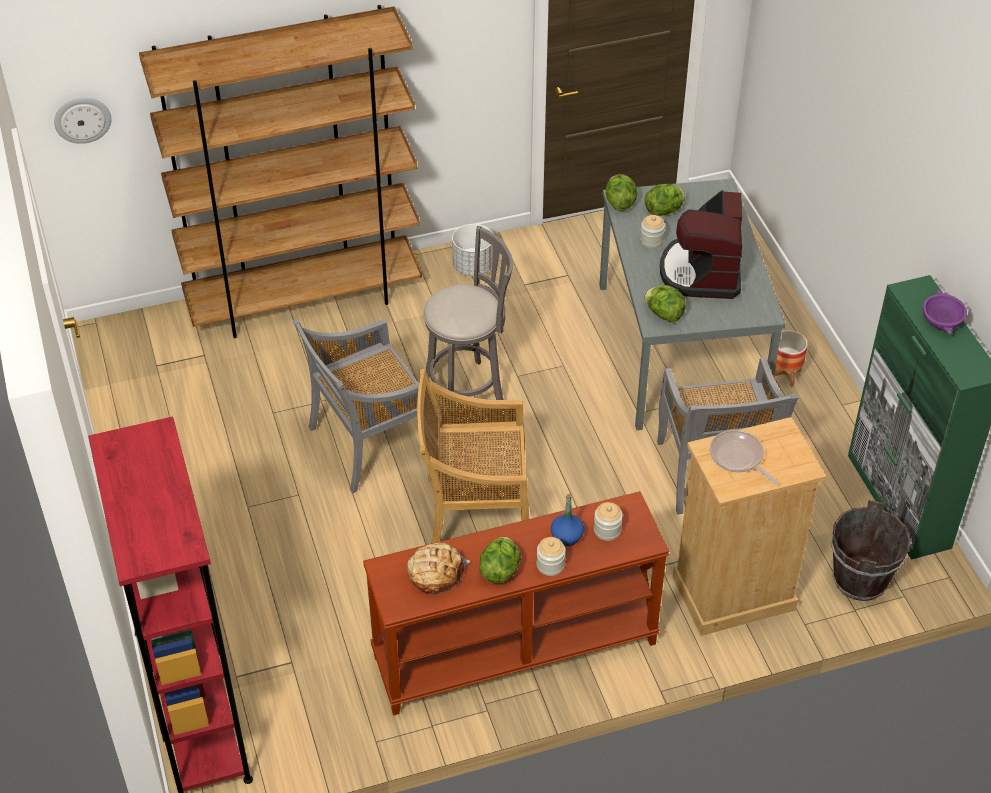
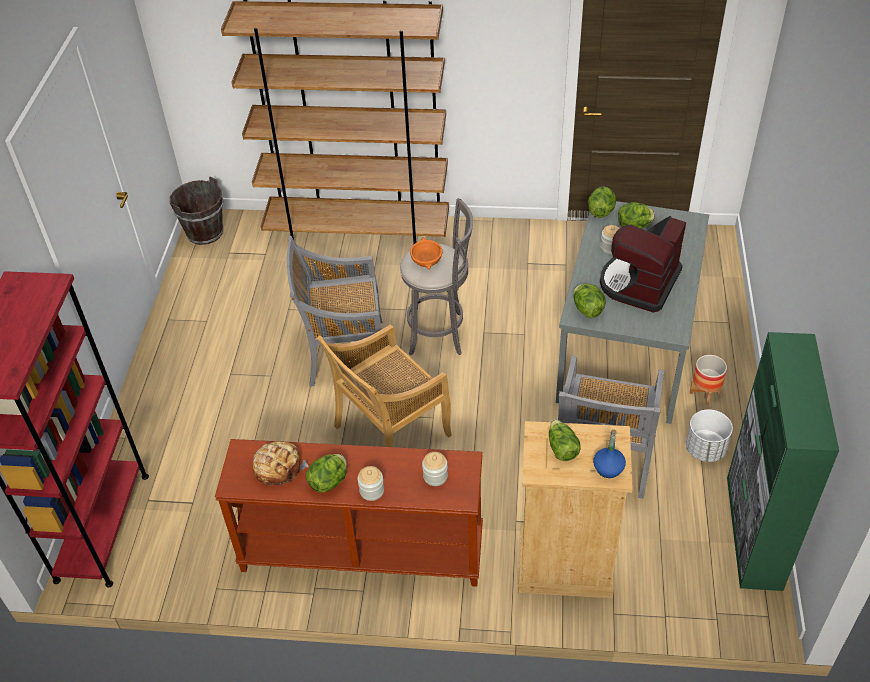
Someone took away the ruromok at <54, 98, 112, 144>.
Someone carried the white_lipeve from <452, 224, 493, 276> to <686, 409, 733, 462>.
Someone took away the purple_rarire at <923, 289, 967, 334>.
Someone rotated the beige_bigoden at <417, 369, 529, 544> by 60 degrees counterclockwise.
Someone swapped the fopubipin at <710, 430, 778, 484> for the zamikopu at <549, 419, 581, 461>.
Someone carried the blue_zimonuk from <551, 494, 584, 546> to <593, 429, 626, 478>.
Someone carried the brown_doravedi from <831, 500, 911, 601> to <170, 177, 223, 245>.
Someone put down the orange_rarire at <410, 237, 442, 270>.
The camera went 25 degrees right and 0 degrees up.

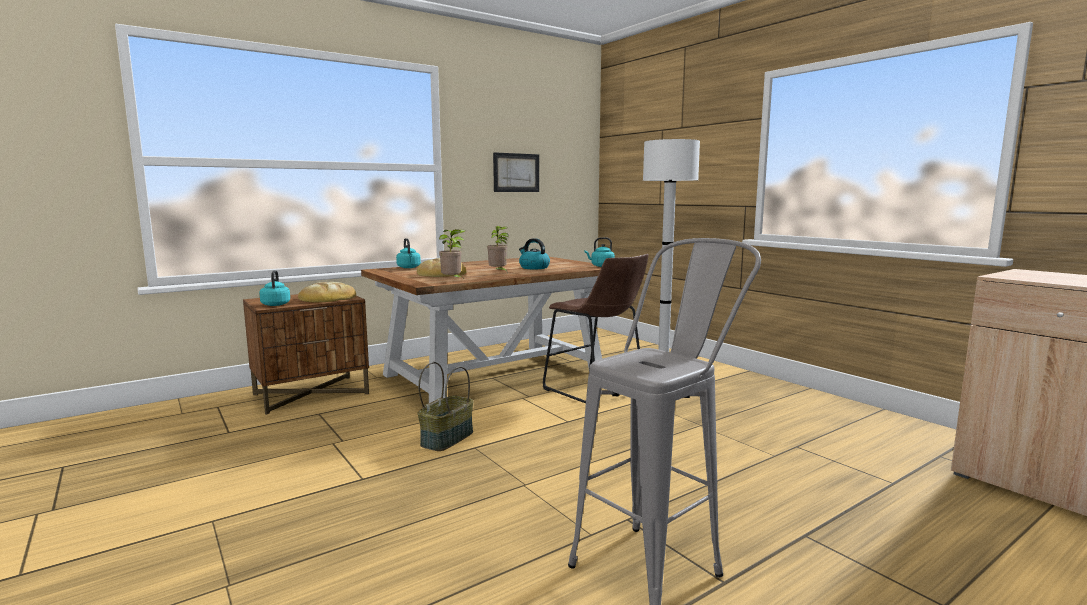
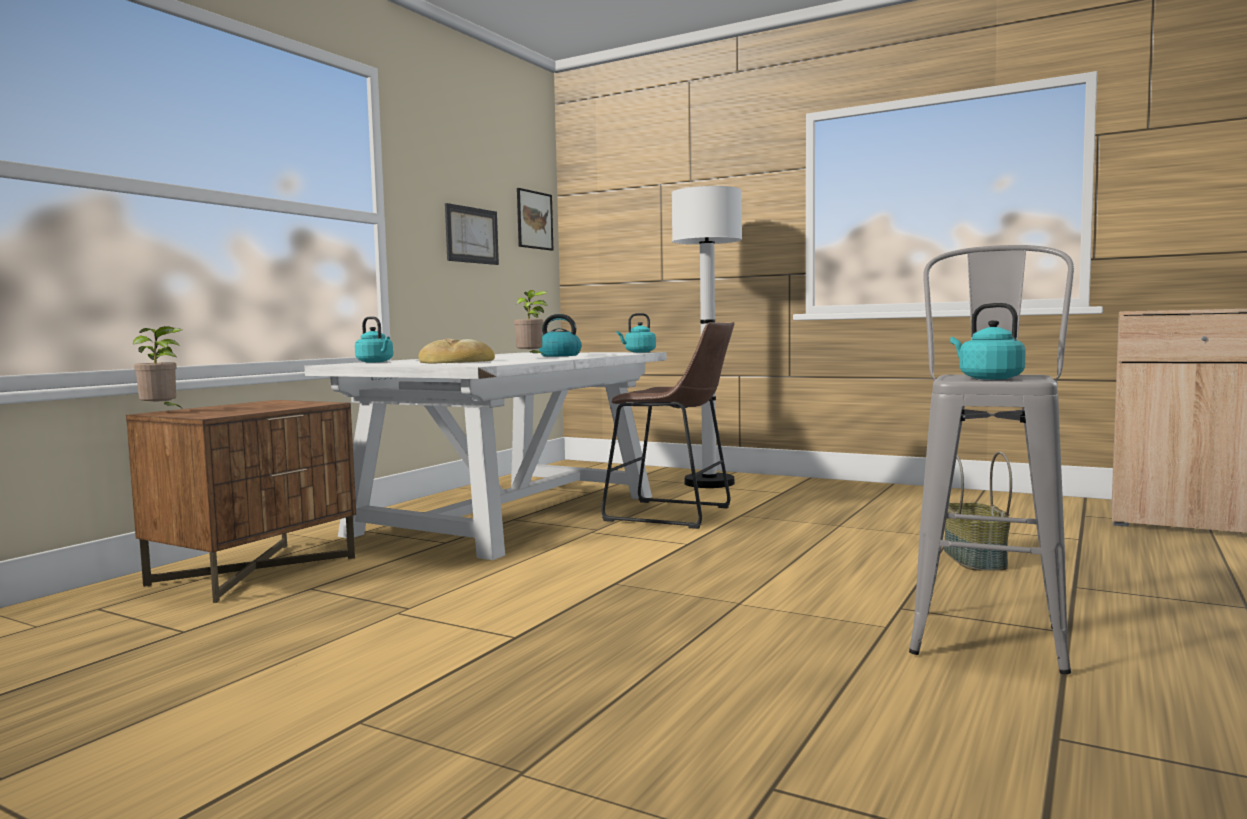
Someone carried the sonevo from <439, 229, 466, 278> to <133, 326, 185, 411>.
Someone repainted the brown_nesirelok at <361, 257, 602, 403>, which became the white_nesirelok at <304, 352, 667, 560>.
Someone carried the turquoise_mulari from <259, 270, 290, 306> to <950, 303, 1026, 380>.
Someone took away the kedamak at <298, 282, 356, 302>.
Someone carried the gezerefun from <418, 362, 473, 451> to <944, 452, 1012, 570>.
Someone put up the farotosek at <517, 188, 553, 251>.
The camera went 25 degrees left and 5 degrees down.

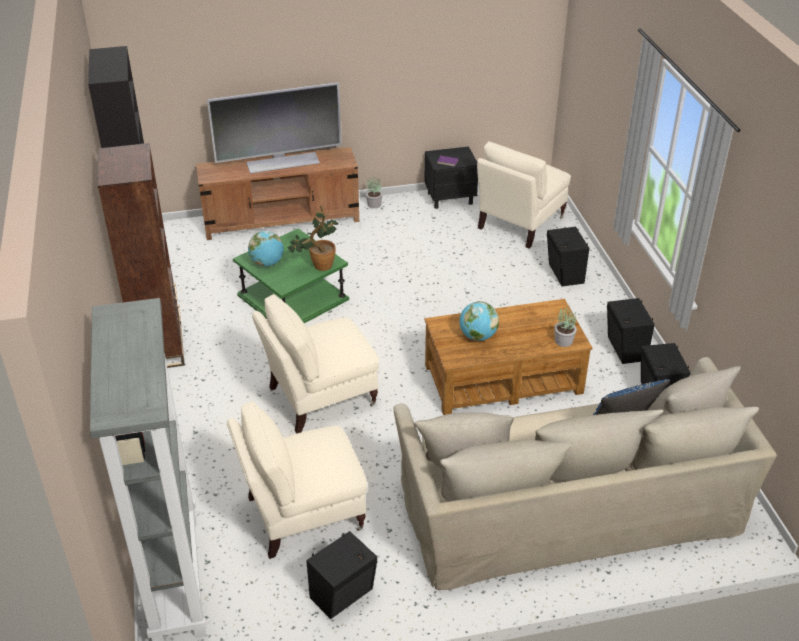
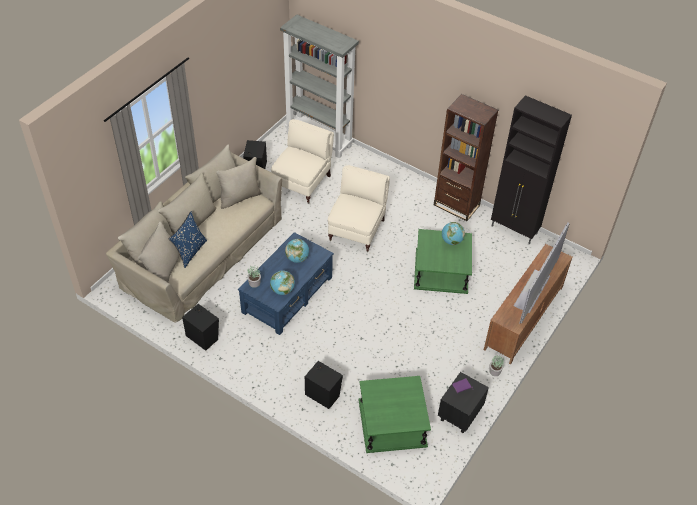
Someone swapped the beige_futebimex at <477, 141, 571, 249> for the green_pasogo at <358, 376, 431, 453>.
Someone took away the sonevo at <288, 205, 339, 271>.
Someone took away the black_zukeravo at <607, 298, 655, 364>.
Someone repainted the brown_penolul at <424, 299, 592, 415>, which became the blue_penolul at <238, 232, 334, 335>.
Someone put down the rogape at <270, 271, 295, 295>.
The camera went 135 degrees right and 10 degrees up.

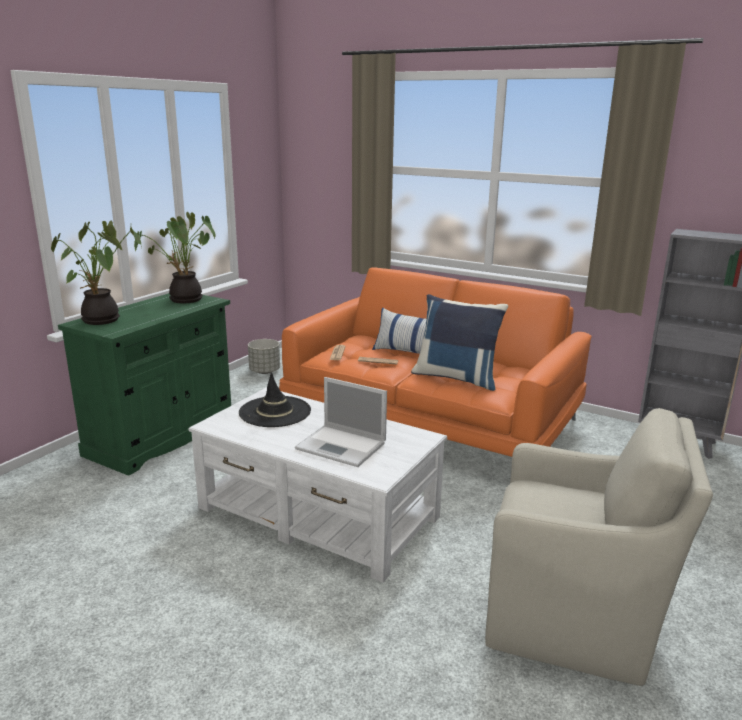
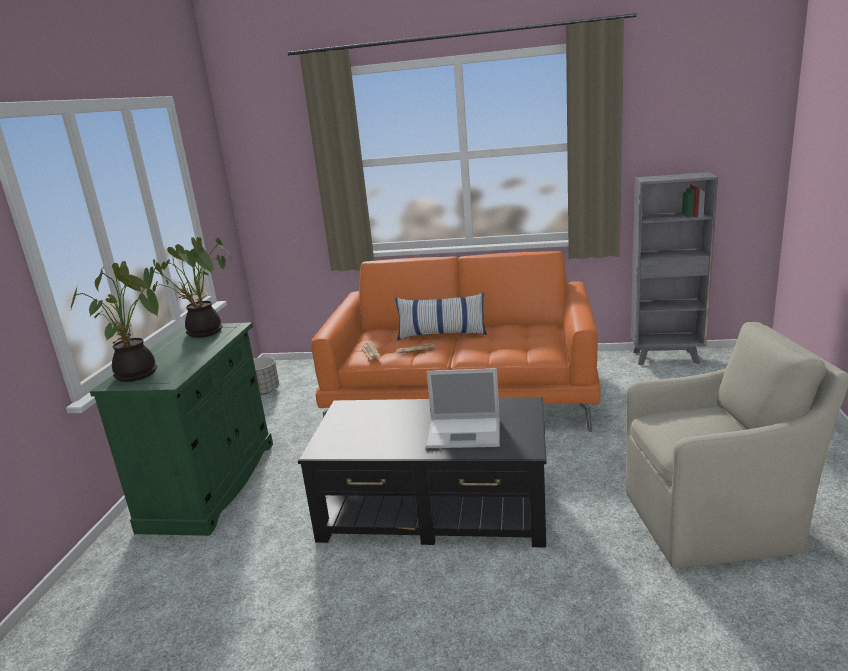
Someone took away the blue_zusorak at <411, 294, 508, 391>.
Someone took away the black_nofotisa at <239, 372, 311, 427>.
Someone repainted the white_penolul at <188, 387, 447, 582>, which became the black_penolul at <298, 397, 547, 548>.
The camera went 20 degrees left and 0 degrees up.

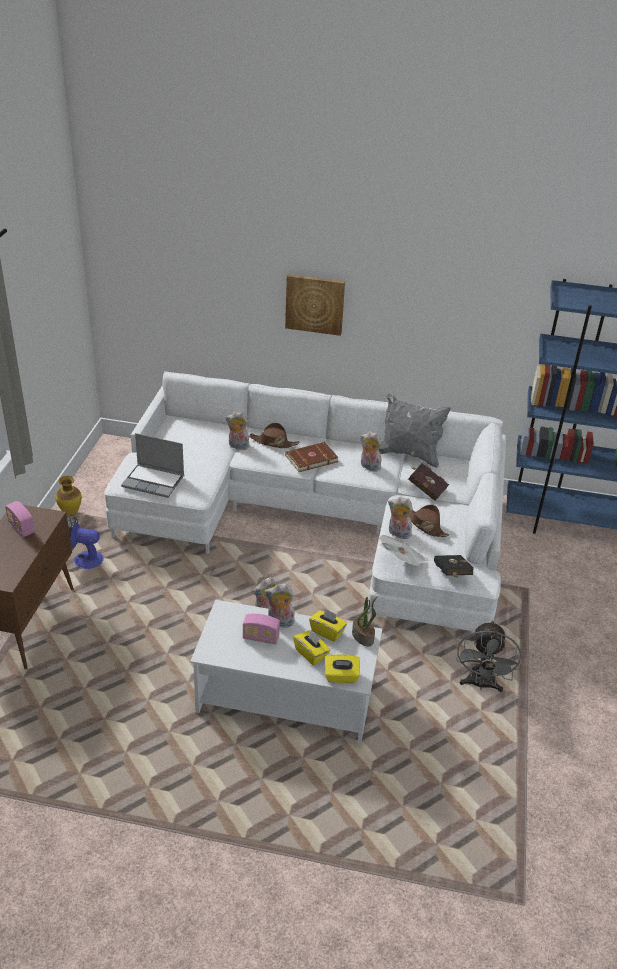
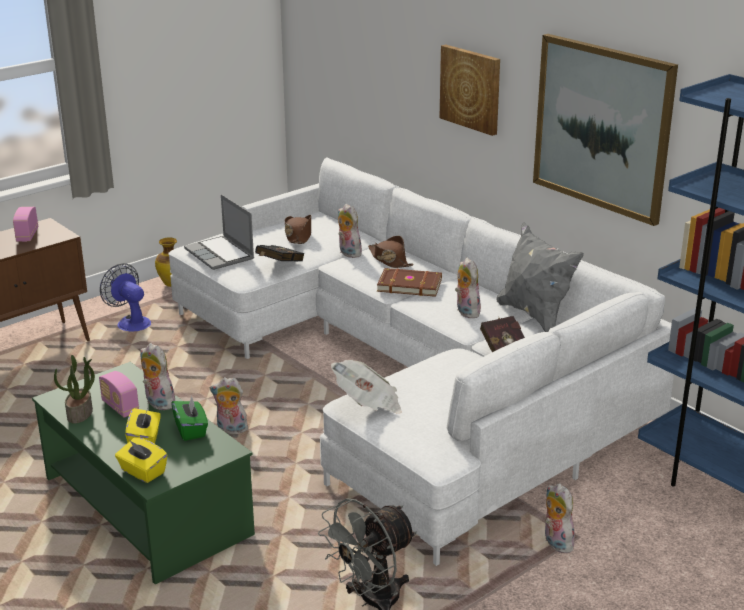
Someone carried the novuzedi from <388, 497, 413, 539> to <545, 483, 575, 553>.
Someone carried the brown_nofotisa from <409, 505, 449, 537> to <285, 215, 311, 244>.
Someone carried the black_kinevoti from <434, 555, 473, 578> to <255, 245, 304, 261>.
Someone carried the sonevo from <352, 596, 378, 646> to <54, 355, 95, 424>.
Someone repainted the white_penolul at <190, 600, 382, 744>, which became the green_penolul at <32, 362, 255, 585>.
Someone repainted the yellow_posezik at <309, 608, 347, 642>, which became the green_posezik at <171, 396, 208, 441>.
Someone put up the farotosek at <533, 34, 678, 226>.
The camera went 40 degrees right and 10 degrees down.

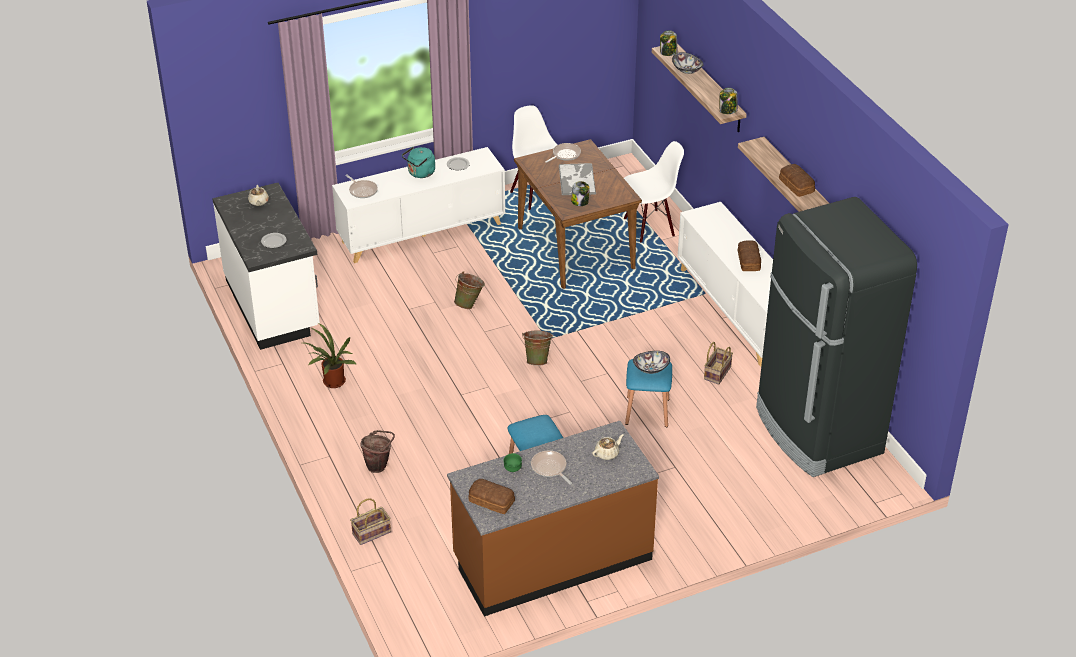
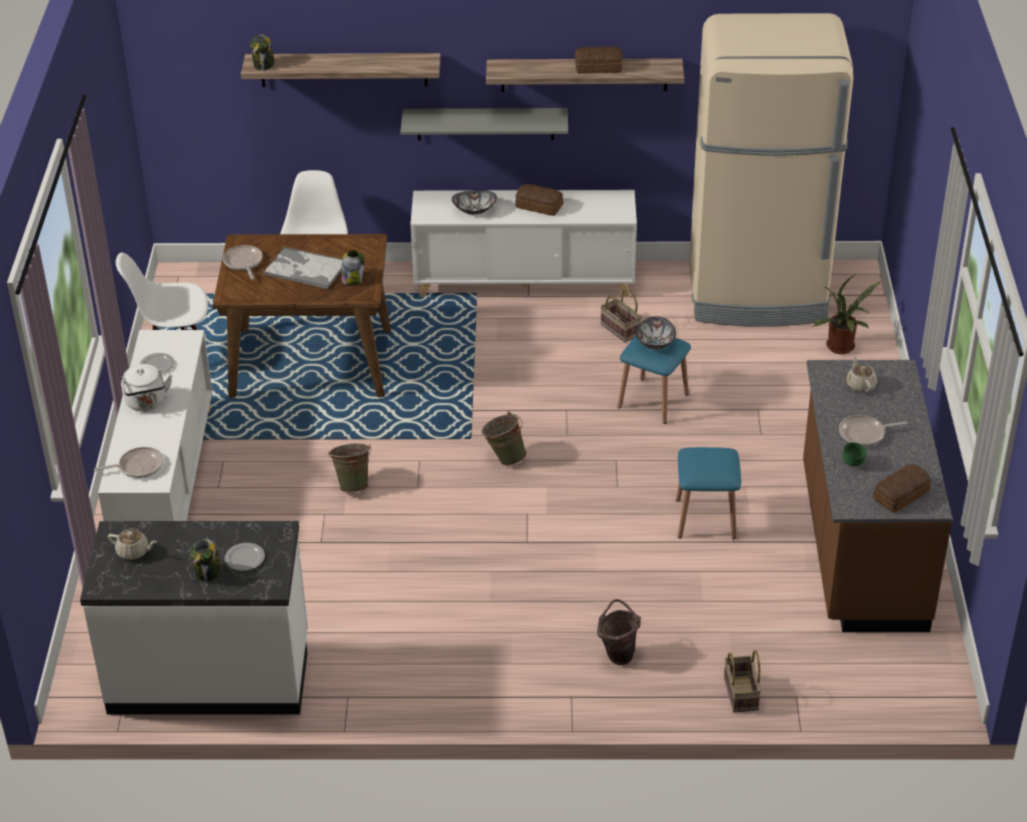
Someone carried the rarire from <672, 52, 704, 74> to <452, 190, 497, 215>.
Someone carried the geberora from <719, 88, 738, 114> to <190, 539, 222, 582>.
Someone repainted the turquoise_mulari at <402, 147, 435, 178>, which became the white_mulari at <121, 364, 172, 411>.
Someone repainted the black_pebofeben at <756, 197, 917, 477>, which became the beige_pebofeben at <689, 13, 853, 326>.
Someone carried the sonevo from <303, 323, 357, 388> to <813, 273, 882, 354>.
Someone put up the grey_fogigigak at <400, 108, 568, 140>.
The camera went 65 degrees left and 0 degrees up.

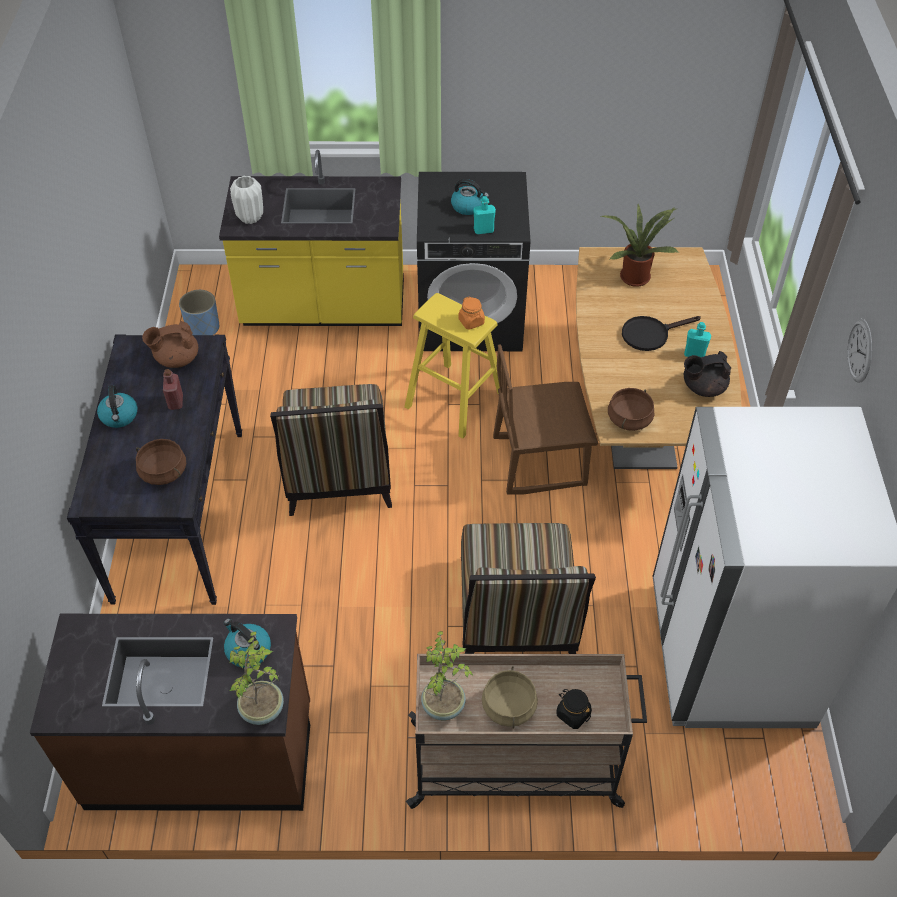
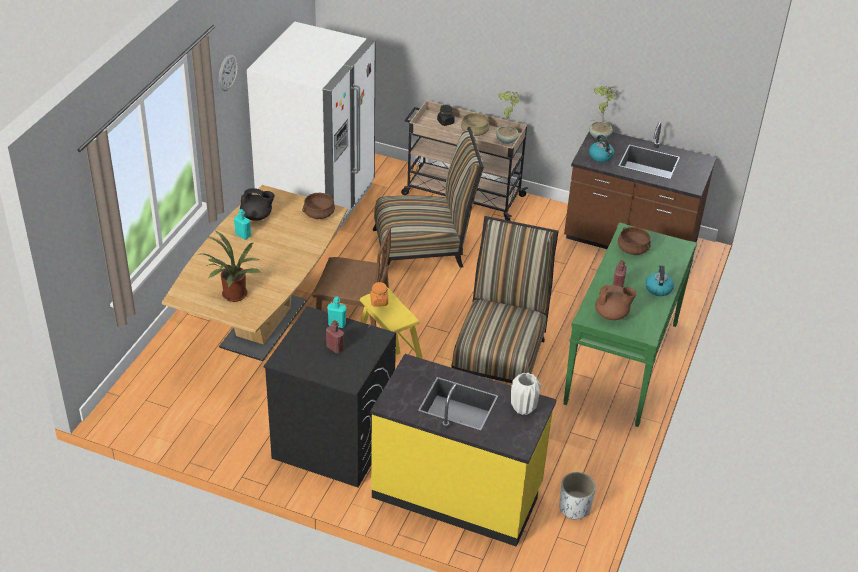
Someone swapped the mulari at <451, 179, 489, 215> for the red_zimonuk at <326, 320, 344, 354>.
Someone repainted the blue_lipeve at <179, 290, 219, 335>, which became the white_lipeve at <559, 472, 596, 520>.
Someone took away the black_fopubipin at <622, 316, 701, 351>.
Someone repainted the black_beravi at <67, 334, 242, 605>, which became the green_beravi at <563, 222, 697, 427>.
Someone rotated the bigoden at <461, 523, 596, 654> by 60 degrees clockwise.
The camera went 160 degrees left and 10 degrees down.

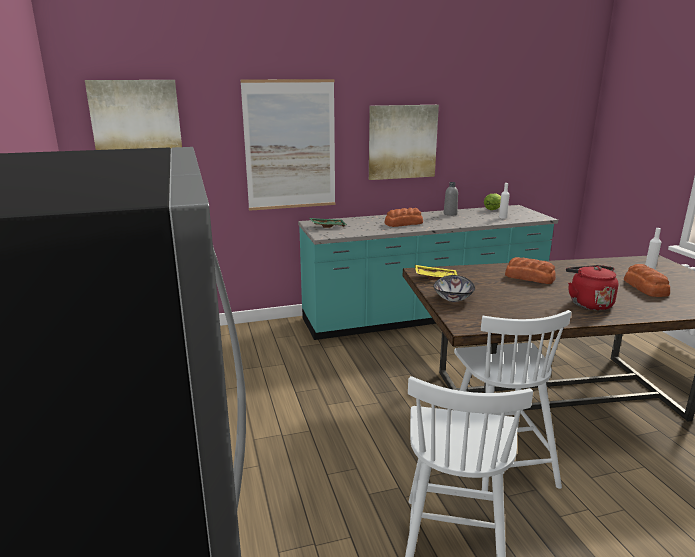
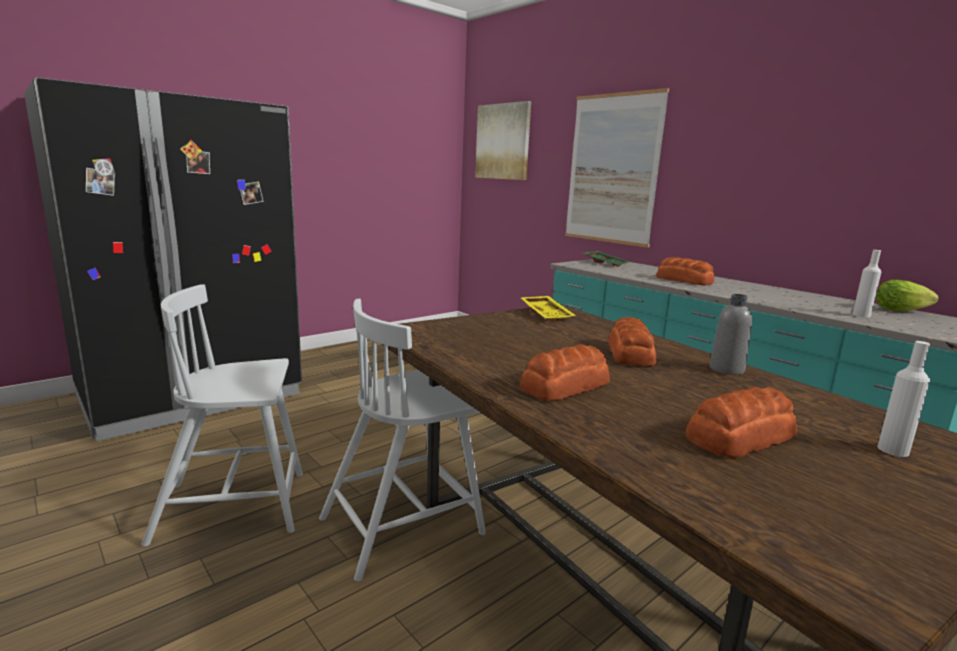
Someone took away the farotosek at <369, 105, 439, 180>.
Someone carried the grey_zimonuk from <444, 182, 458, 216> to <709, 294, 752, 375>.
Someone swapped the red_mulari at <566, 265, 619, 310> for the kedamak at <519, 344, 610, 401>.
Someone took away the rarire at <433, 275, 475, 302>.
The camera went 65 degrees right and 5 degrees down.

